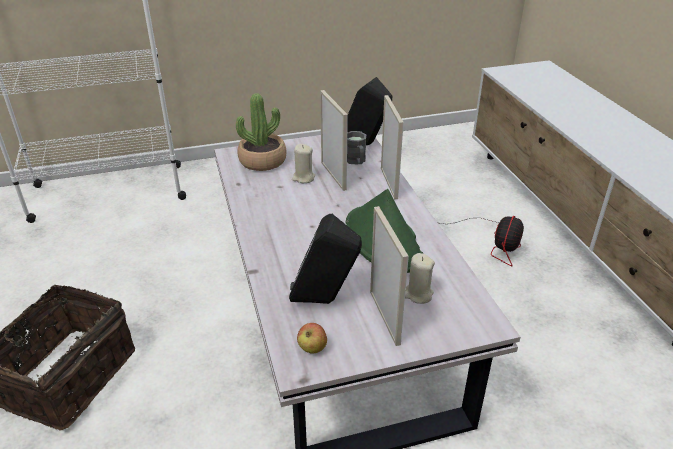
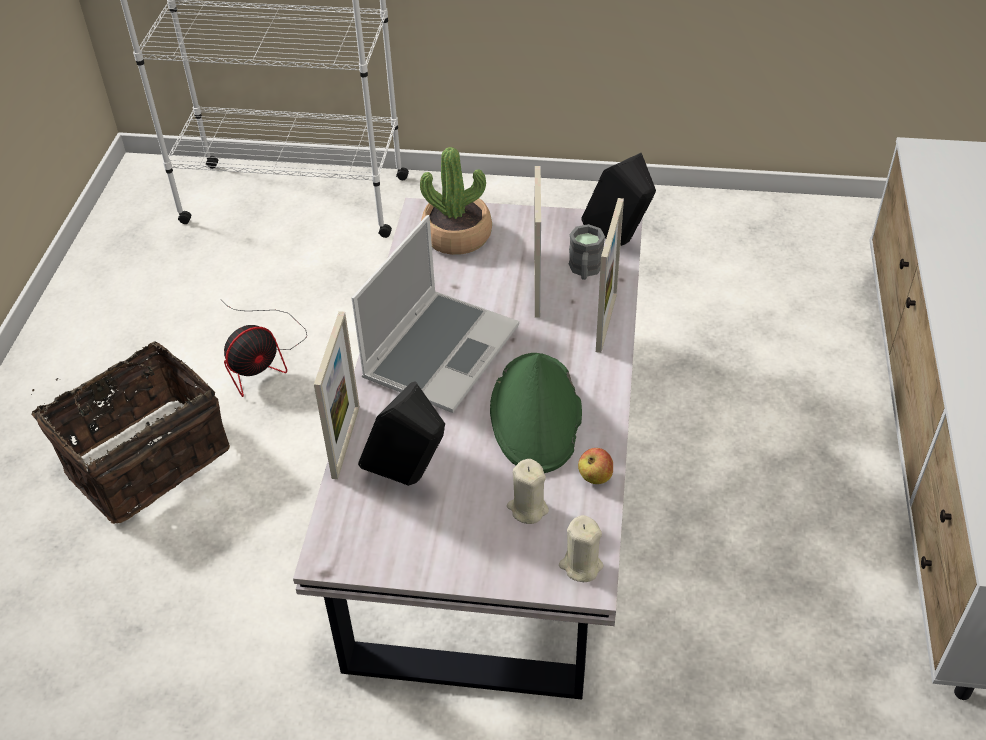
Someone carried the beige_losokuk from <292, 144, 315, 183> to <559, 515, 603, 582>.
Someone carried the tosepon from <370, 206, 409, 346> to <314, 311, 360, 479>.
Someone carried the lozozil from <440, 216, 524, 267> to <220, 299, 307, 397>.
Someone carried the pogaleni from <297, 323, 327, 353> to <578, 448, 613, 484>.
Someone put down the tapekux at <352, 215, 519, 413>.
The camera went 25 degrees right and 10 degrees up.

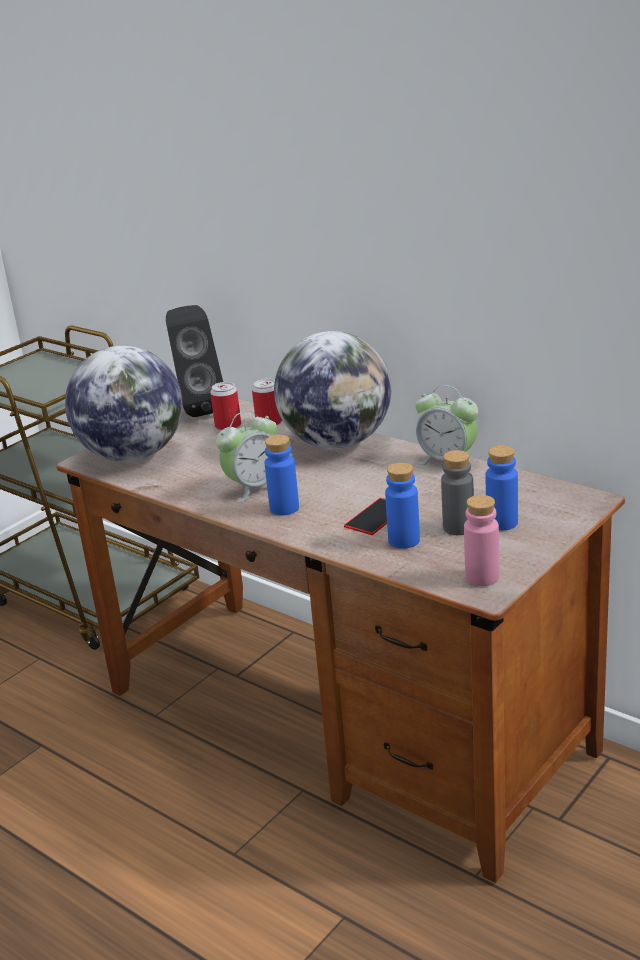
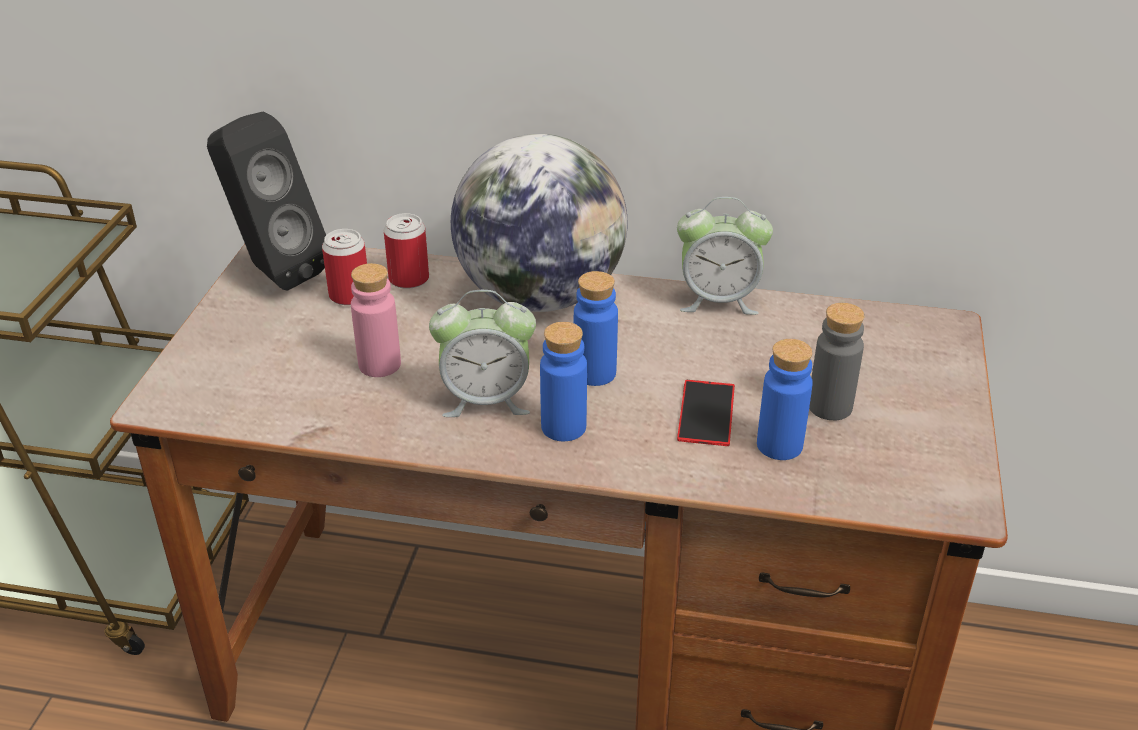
Someone took away the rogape at <65, 345, 183, 462>.
Someone rotated the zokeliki at <216, 411, 277, 502> by 60 degrees clockwise.
Someone carried the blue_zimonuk from <486, 445, 518, 530> to <574, 271, 618, 386>.
Someone carried the pink_zimonuk from <464, 495, 499, 586> to <351, 263, 401, 377>.
The camera went 30 degrees left and 10 degrees up.

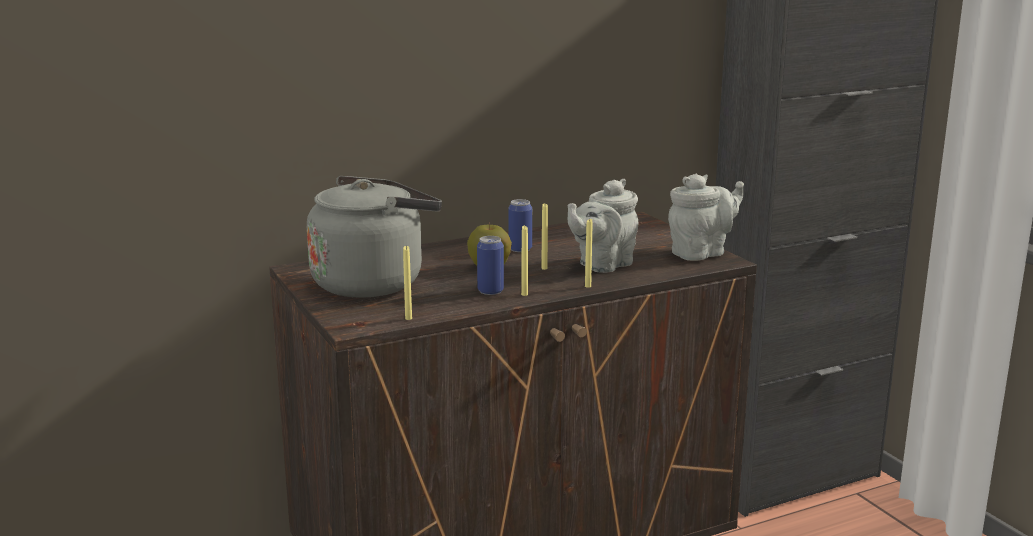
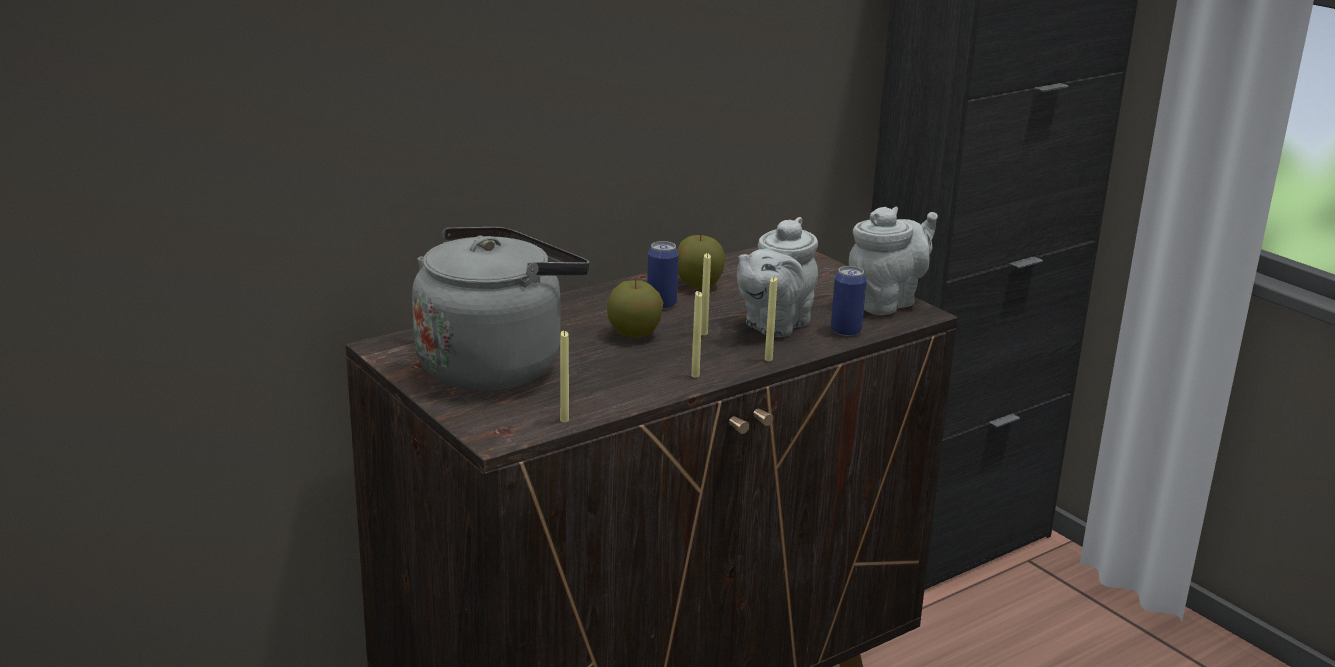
Someone carried the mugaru from <477, 236, 504, 295> to <831, 266, 867, 336>.
Someone put down the pogaleni at <677, 233, 726, 289>.
The camera went 10 degrees left and 5 degrees up.

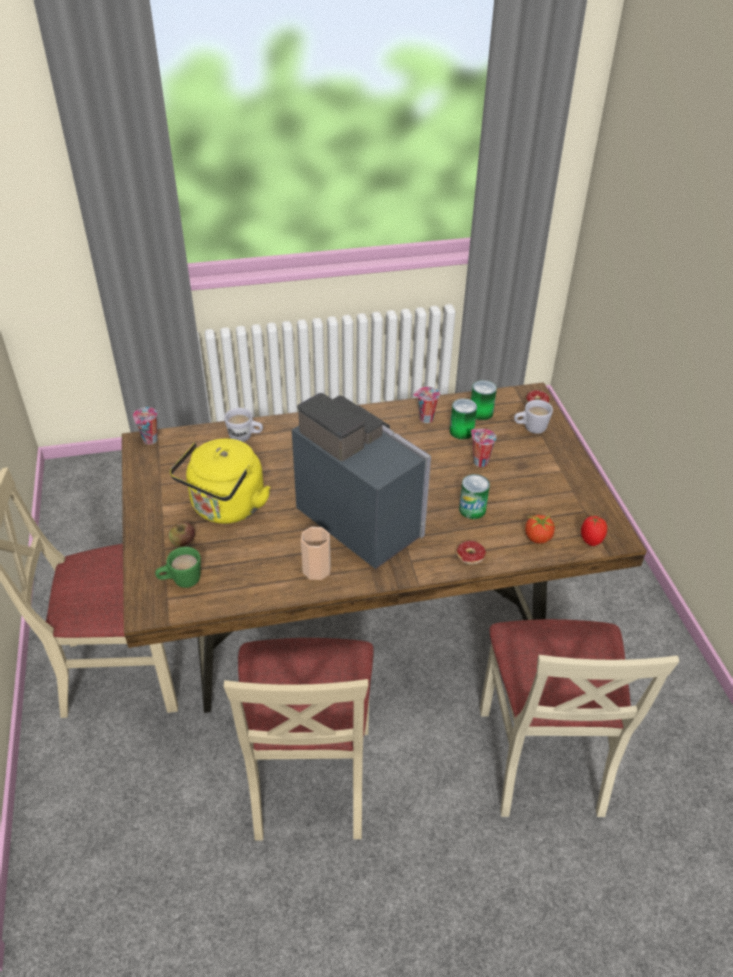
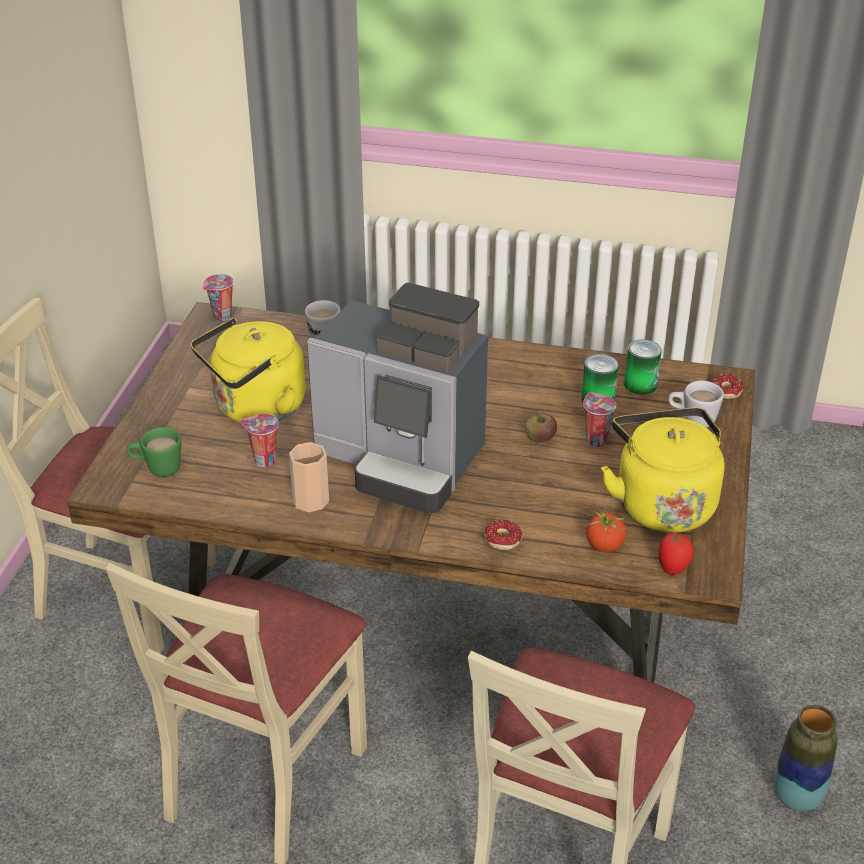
Someone carried the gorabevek from <413, 387, 440, 423> to <240, 414, 279, 467>.
Someone rotated the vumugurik at <292, 393, 431, 569> by 135 degrees clockwise.
Someone took away the mugaru at <459, 474, 490, 519>.
Someone carried the pogaleni from <169, 522, 195, 547> to <525, 413, 557, 443>.
Someone put down the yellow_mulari at <601, 408, 725, 533>.
Someone put down the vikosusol at <774, 705, 838, 811>.
The camera went 25 degrees right and 5 degrees down.

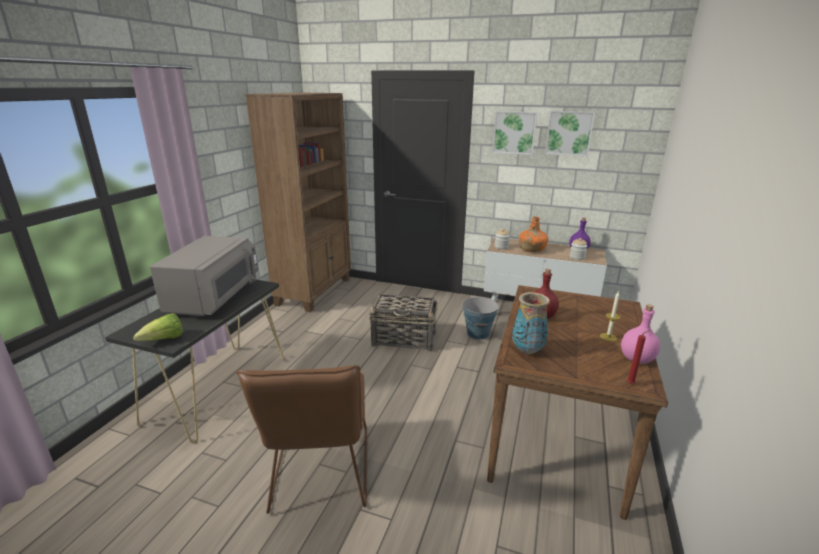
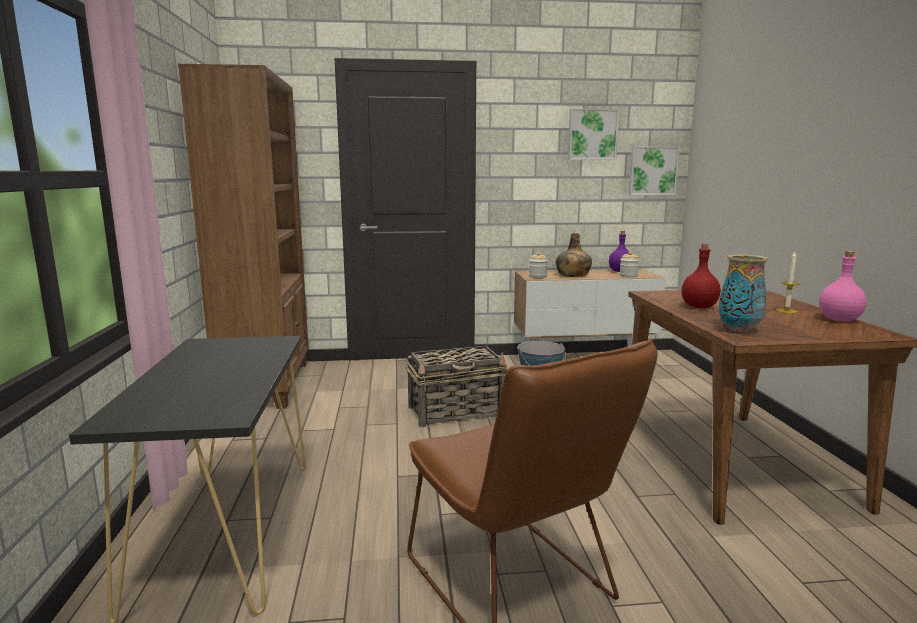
Someone carried the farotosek from <492, 111, 538, 155> to <628, 146, 680, 195>.
Someone repainted the orange_zimonuk at <519, 217, 548, 252>, which became the green_zimonuk at <556, 233, 592, 277>.
Someone took away the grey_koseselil at <150, 236, 258, 316>.
Someone took away the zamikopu at <133, 313, 183, 341>.
Someone took away the red_losokuk at <627, 330, 650, 384>.
The camera went 25 degrees left and 10 degrees down.

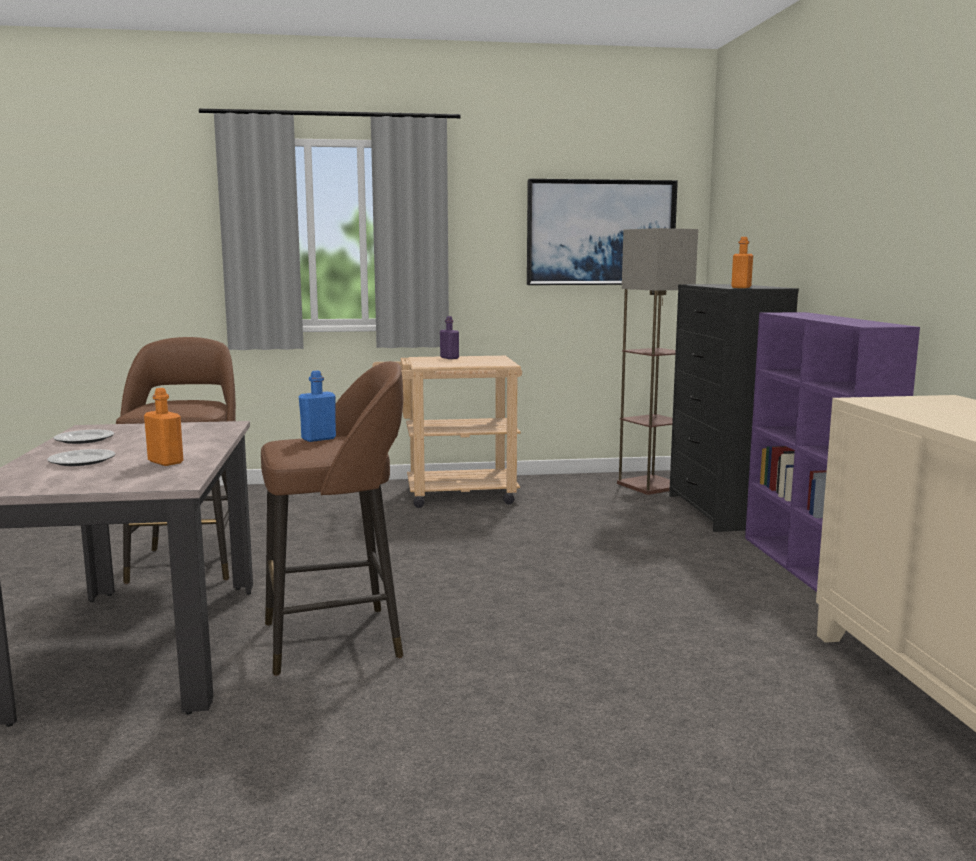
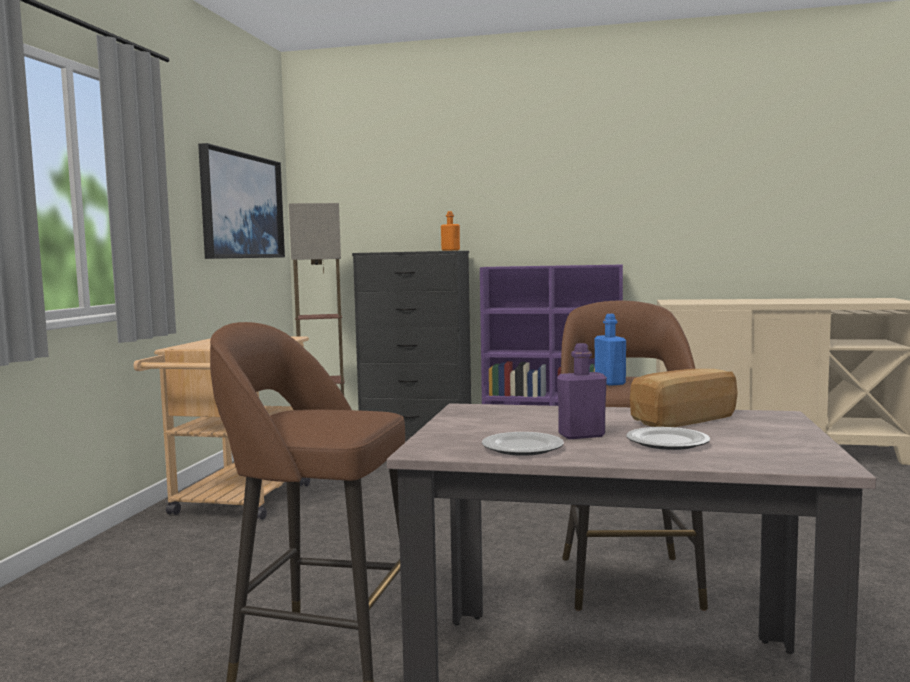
Someone carried the purple_zimonuk from <440, 316, 459, 359> to <557, 343, 607, 439>.
Someone swapped the orange_zimonuk at <144, 388, 183, 466> for the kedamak at <630, 369, 738, 427>.
The camera went 70 degrees left and 5 degrees down.

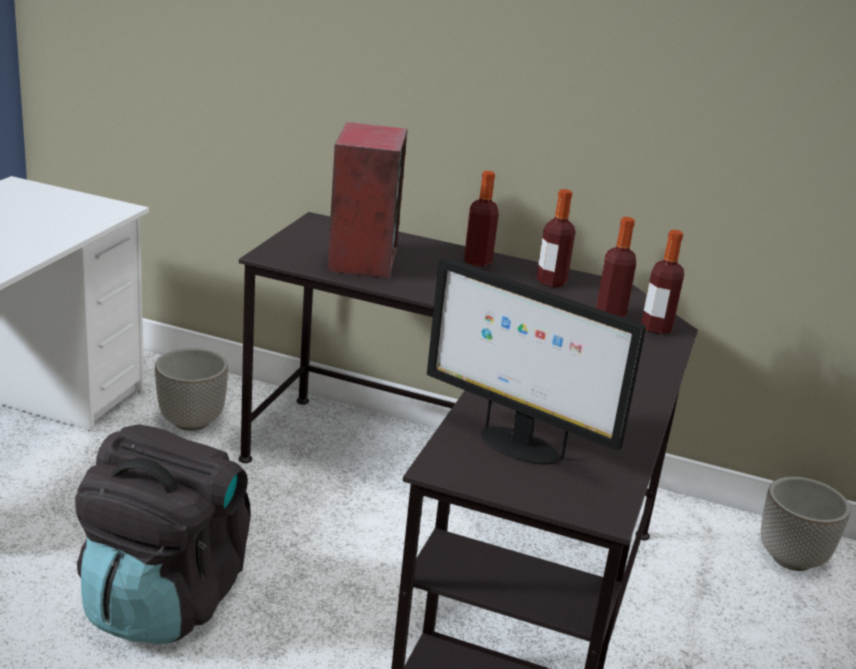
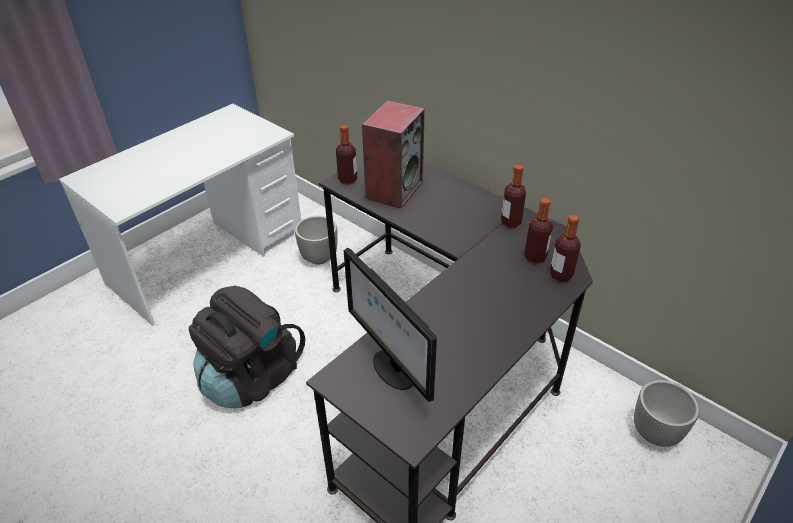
Someone carried the zimonuk from <464, 171, 499, 266> to <336, 125, 357, 185>.
The camera went 25 degrees right and 15 degrees up.

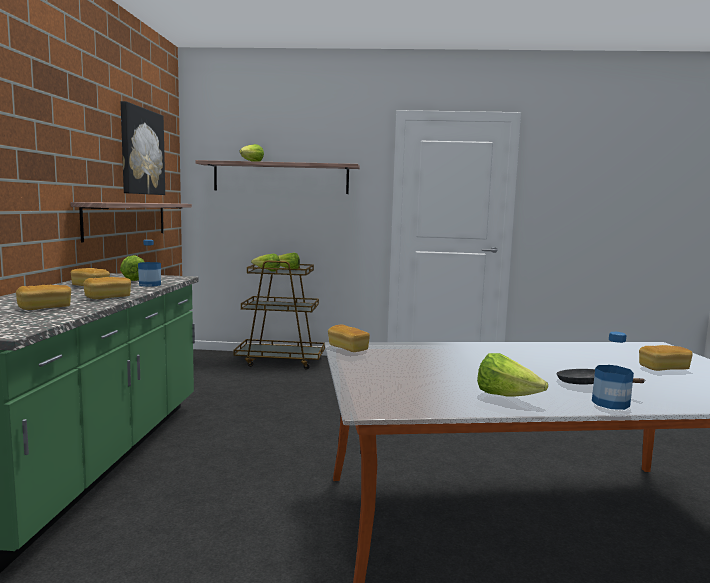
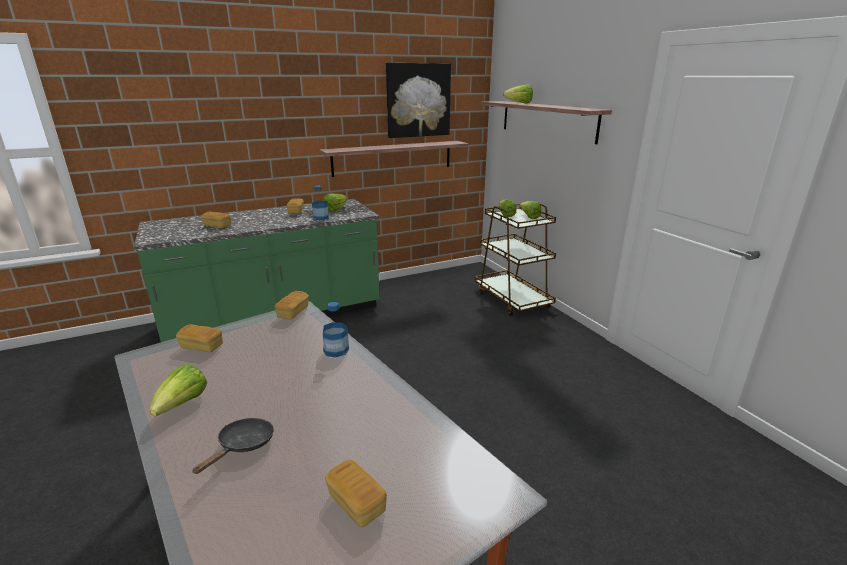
Someone carried the kedamak from <83, 277, 131, 299> to <176, 324, 223, 352>.
Someone carried the zimonuk from <592, 332, 634, 410> to <323, 302, 349, 358>.
The camera went 60 degrees right and 15 degrees up.

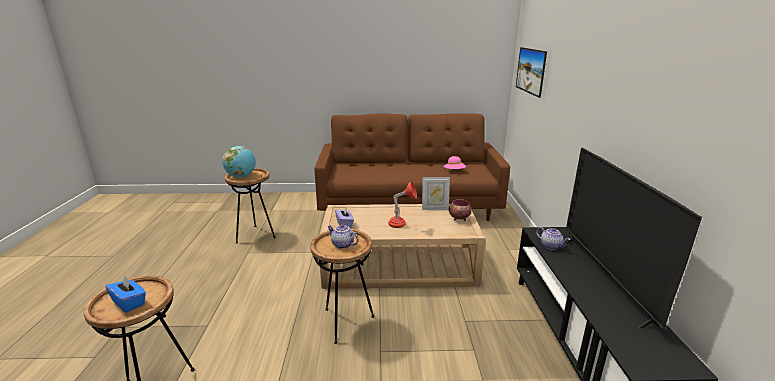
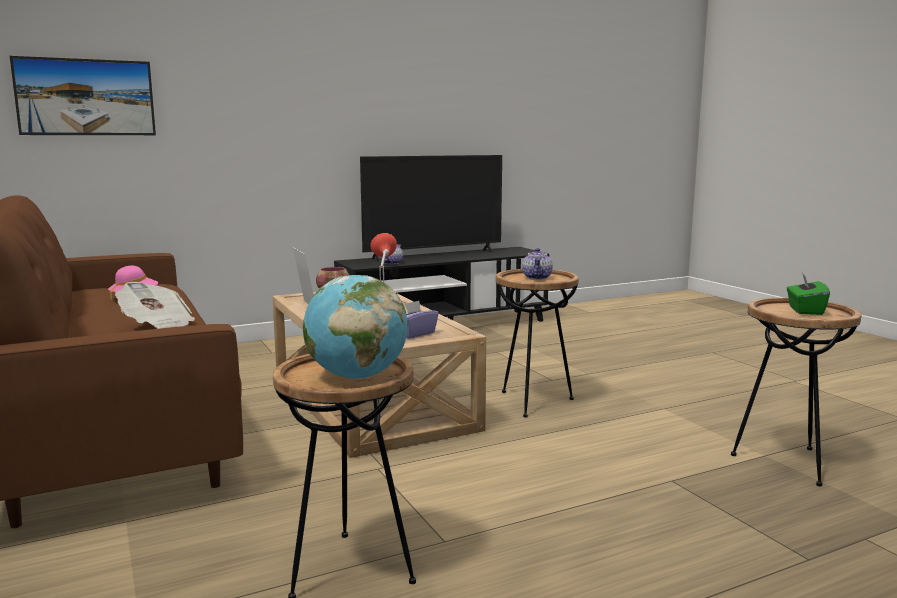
Someone repainted the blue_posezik at <106, 275, 146, 313>, which became the green_posezik at <787, 273, 830, 315>.
Someone put down the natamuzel at <115, 282, 195, 329>.
The camera went 115 degrees left and 10 degrees down.

